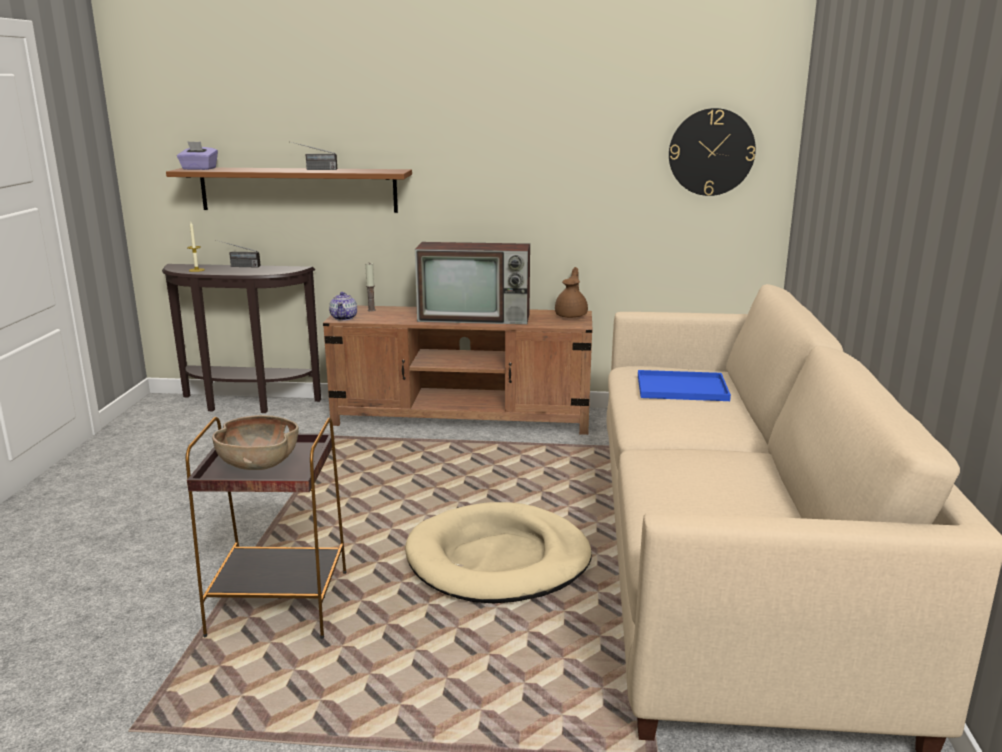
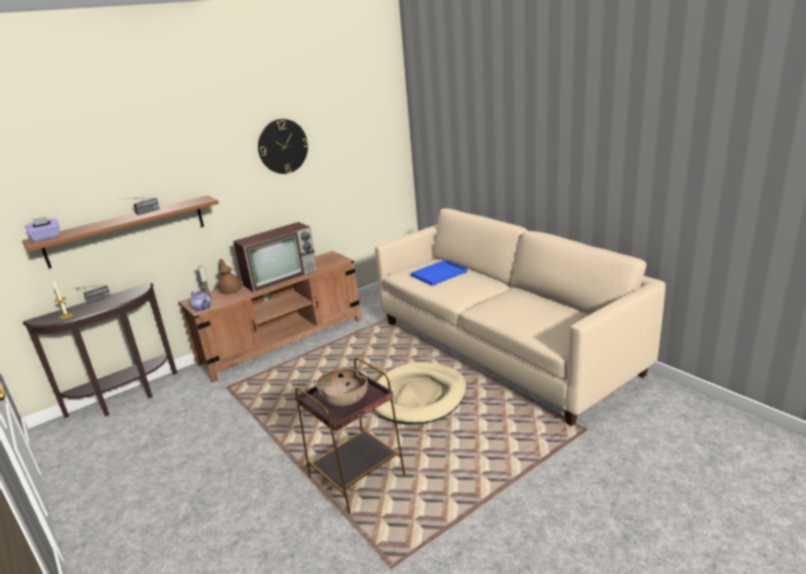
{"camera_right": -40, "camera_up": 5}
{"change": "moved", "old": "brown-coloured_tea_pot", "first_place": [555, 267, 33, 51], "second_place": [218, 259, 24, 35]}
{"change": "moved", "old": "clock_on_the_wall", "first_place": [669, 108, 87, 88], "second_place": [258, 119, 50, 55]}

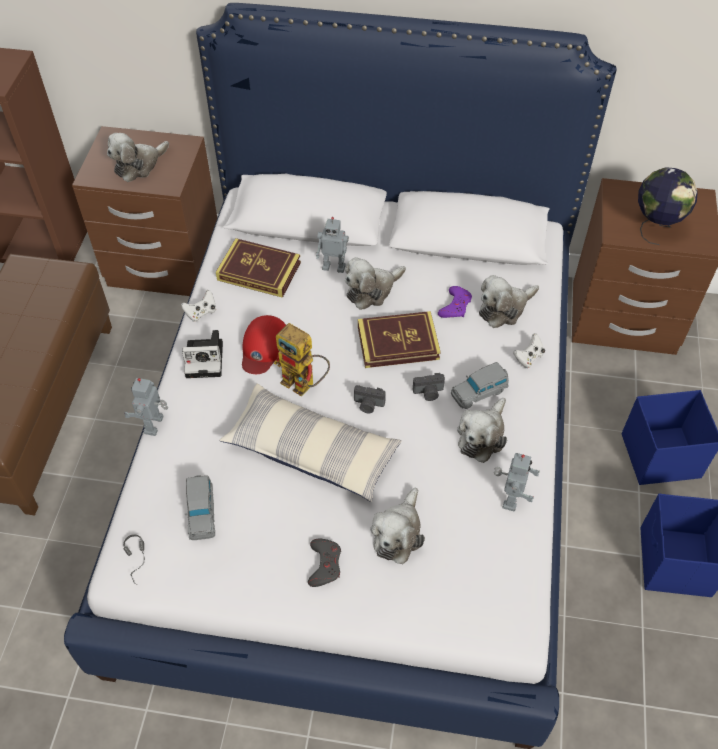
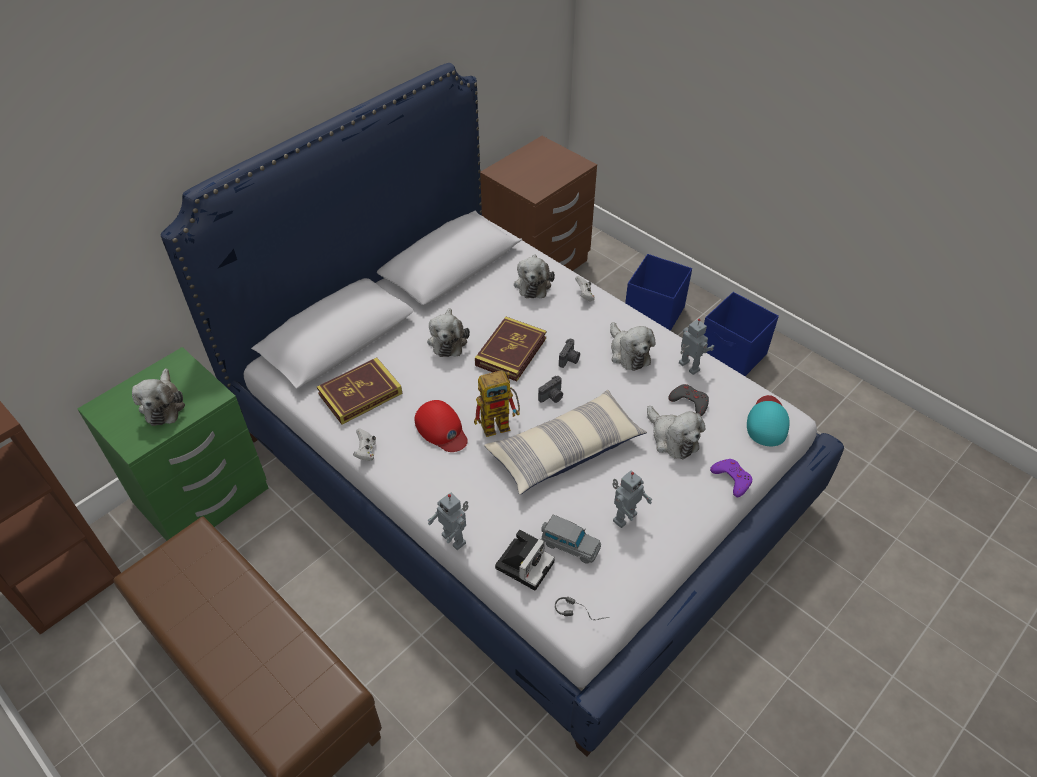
{"camera_right": -55, "camera_up": -5}
{"change": "recoloured", "old": "brown-coloured_nightstand", "new": "green-coloured_nightstand", "first_place": [72, 126, 145, 170], "second_place": [77, 347, 191, 194]}
{"change": "moved", "old": "still_camera", "first_place": [182, 330, 41, 48], "second_place": [495, 530, 60, 61]}
{"change": "moved", "old": "model_robot", "first_place": [316, 217, 33, 56], "second_place": [612, 471, 41, 57]}
{"change": "moved", "old": "greyish_gamepad", "first_place": [308, 539, 33, 48], "second_place": [668, 384, 41, 32]}
{"change": "moved", "old": "purple_gamepad", "first_place": [438, 286, 34, 32], "second_place": [710, 459, 42, 38]}
{"change": "added", "new": "turquoise_cap", "second_place": [747, 395, 43, 51]}
{"change": "removed", "old": "greyish_miniature_car", "first_place": [451, 362, 58, 47]}
{"change": "removed", "old": "globe", "first_place": [638, 168, 60, 77]}

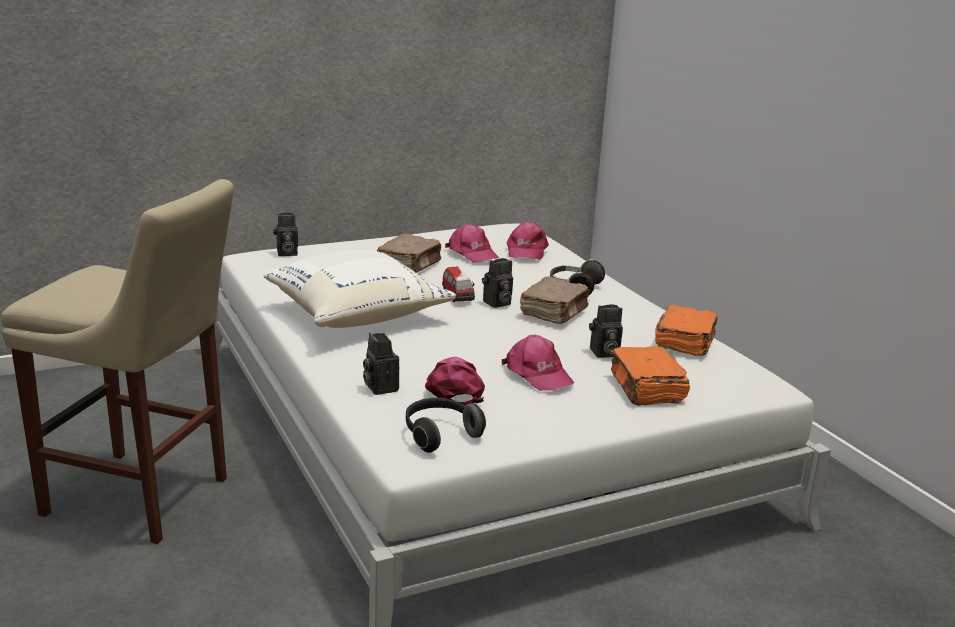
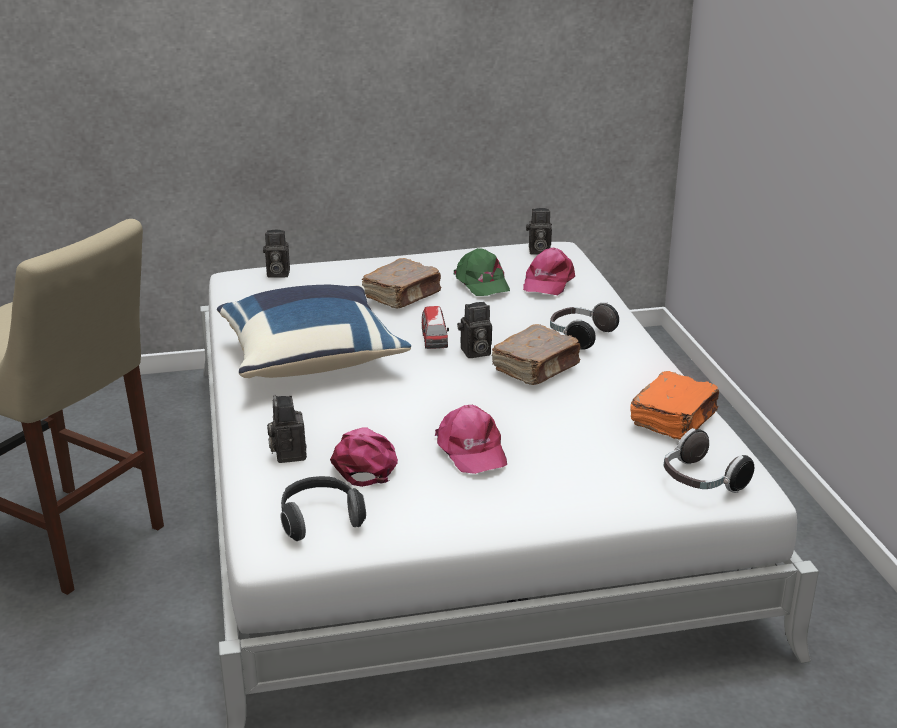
{"camera_right": 15, "camera_up": 5}
{"change": "recoloured", "old": "whitish_cushion", "new": "bluish_cushion", "first_place": [263, 250, 193, 78], "second_place": [217, 285, 194, 93]}
{"change": "recoloured", "old": "pink-coloured_cap", "new": "green-coloured_cap", "first_place": [445, 224, 54, 39], "second_place": [453, 248, 57, 48]}
{"change": "moved", "old": "still_camera", "first_place": [589, 305, 34, 53], "second_place": [526, 208, 26, 46]}
{"change": "added", "new": "pair_of_headphones", "second_place": [664, 428, 90, 65]}
{"change": "removed", "old": "orange-coloured_book", "first_place": [610, 346, 80, 60]}

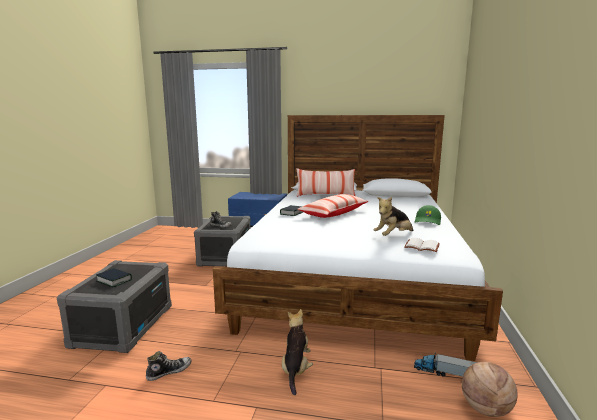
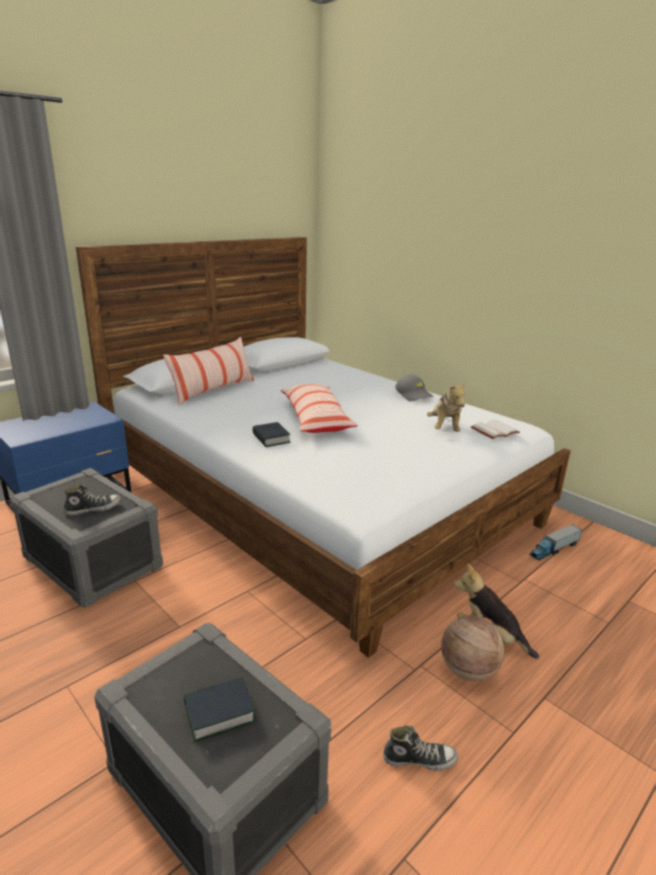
{"camera_right": -55, "camera_up": 10}
{"change": "turned", "old": "low_shoe", "first_place": [146, 351, 45, 30], "second_place": [383, 725, 75, 46], "degrees": 90}
{"change": "recoloured", "old": "green-coloured_cap", "new": "greyish_cap", "first_place": [415, 205, 26, 20], "second_place": [395, 375, 38, 26]}
{"change": "moved", "old": "basketball_ball", "first_place": [462, 362, 56, 55], "second_place": [441, 616, 63, 65]}

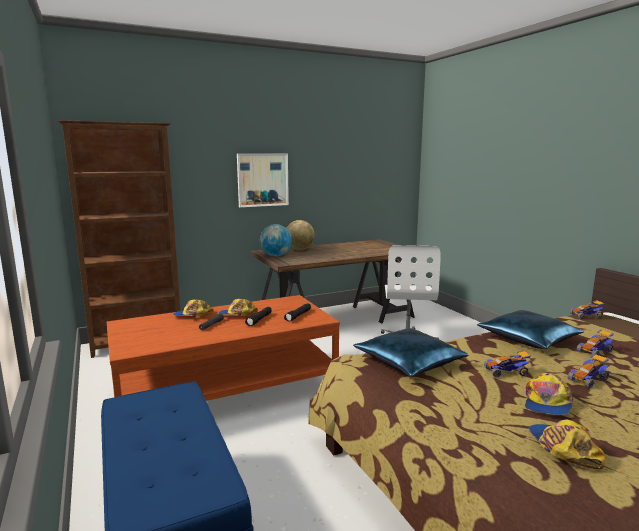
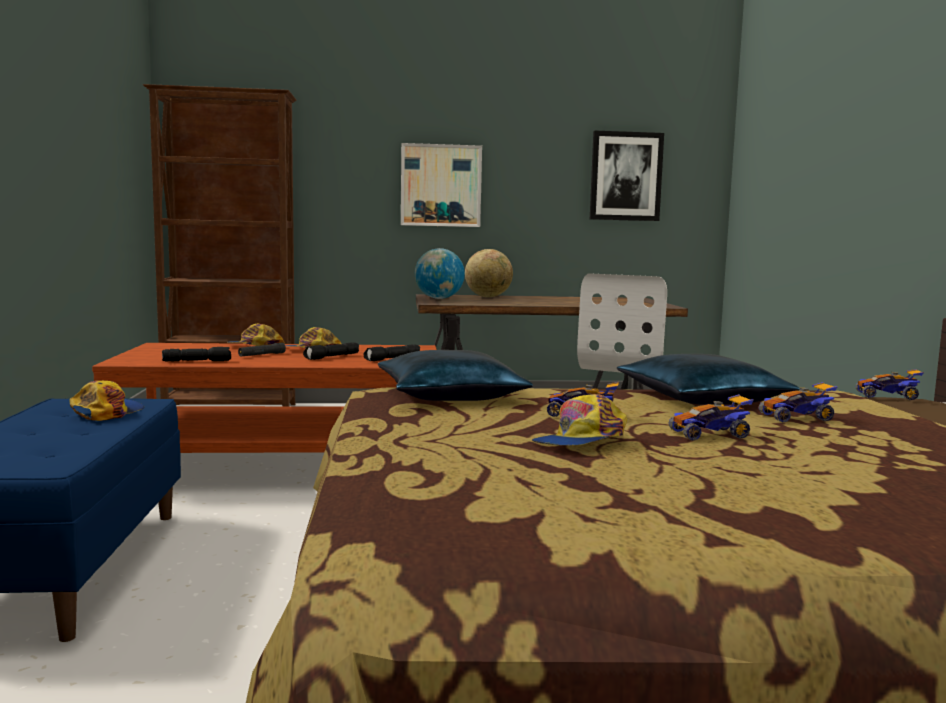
{"camera_right": 20, "camera_up": -5}
{"change": "moved", "old": "cap", "first_place": [529, 419, 76, 50], "second_place": [69, 381, 75, 40]}
{"change": "added", "new": "black-coloured_hand_torch", "second_place": [162, 347, 69, 15]}
{"change": "added", "new": "wall_picture", "second_place": [590, 131, 74, 90]}

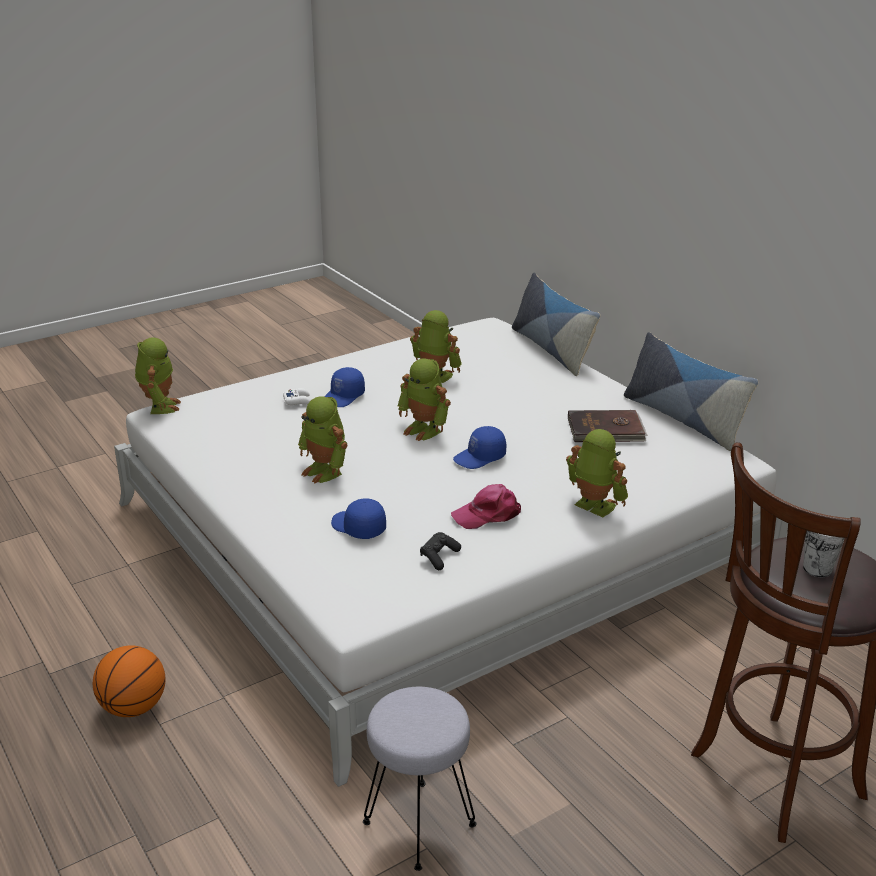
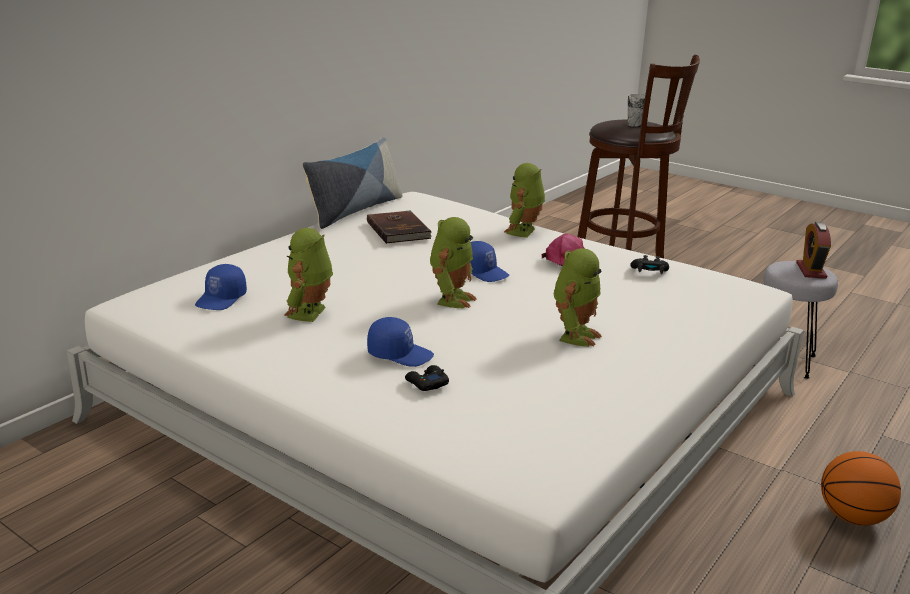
{"camera_right": -110, "camera_up": -5}
{"change": "moved", "old": "bluish_cap", "first_place": [331, 498, 55, 41], "second_place": [195, 264, 52, 46]}
{"change": "recoloured", "old": "whitish_gamepad", "new": "black-coloured_gamepad", "first_place": [283, 388, 28, 17], "second_place": [405, 365, 44, 26]}
{"change": "added", "new": "alarm_clock", "second_place": [796, 222, 35, 57]}
{"change": "removed", "old": "model_robot", "first_place": [135, 337, 46, 77]}
{"change": "removed", "old": "cushion", "first_place": [512, 273, 88, 103]}

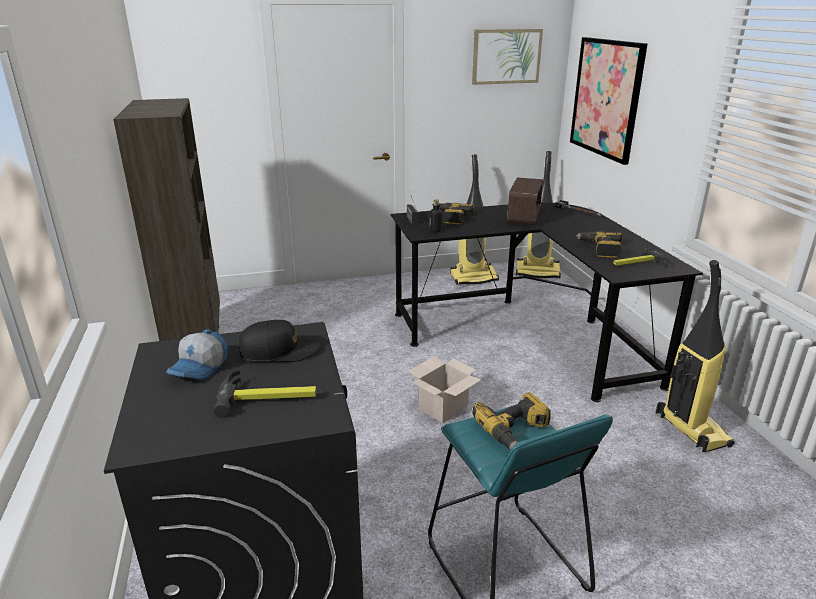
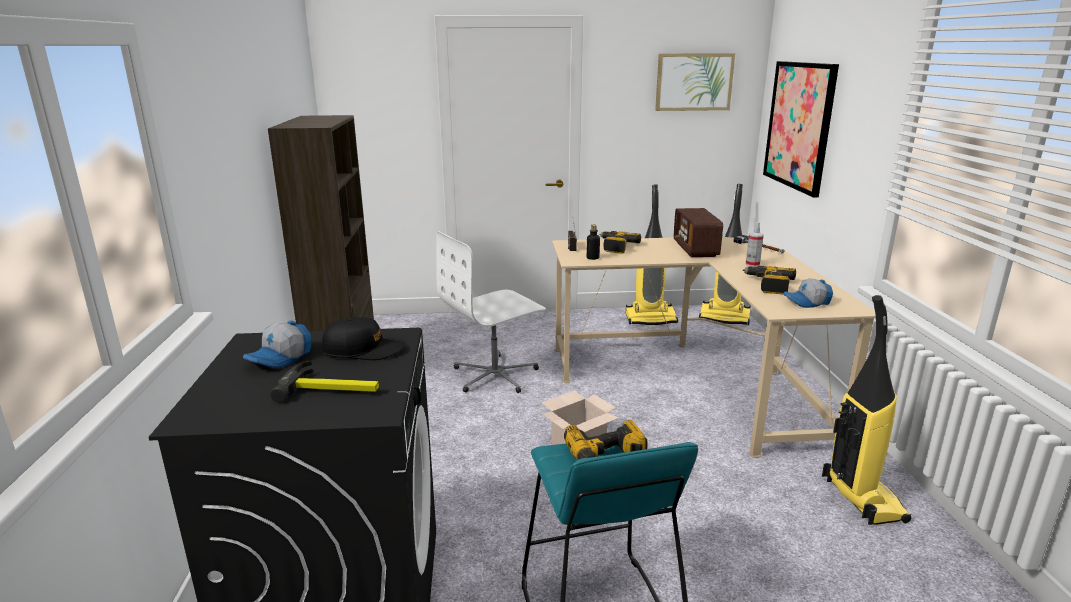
{"camera_right": 10, "camera_up": -5}
{"change": "added", "new": "whitish_office_chair", "second_place": [436, 231, 110, 162]}
{"change": "recoloured", "old": "black-coloured_desk_table", "new": "sand-coloured_desk_table", "first_place": [391, 202, 312, 200], "second_place": [552, 237, 324, 221]}
{"change": "turned", "old": "radio_receiver", "first_place": [507, 177, 36, 48], "second_place": [674, 208, 49, 49], "degrees": 150}
{"change": "added", "new": "spray_bottle", "second_place": [746, 222, 18, 45]}
{"change": "replaced", "old": "tool_hammer", "new": "cap", "first_place": [613, 248, 55, 19], "second_place": [783, 278, 50, 30]}

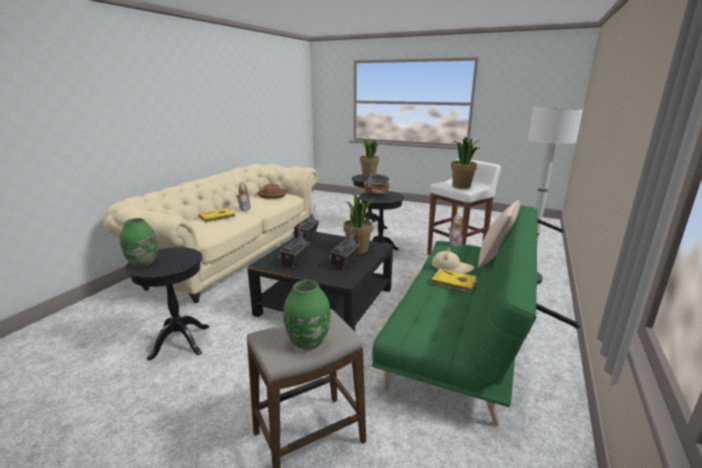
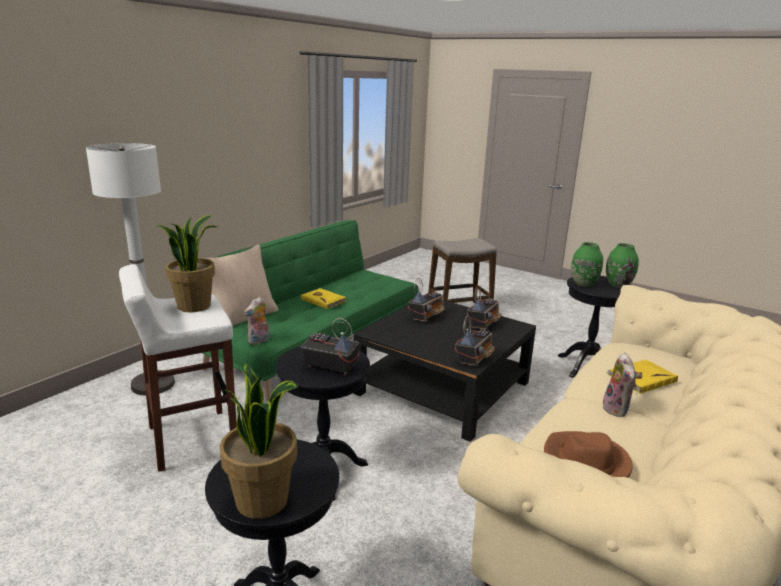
{"camera_right": -170, "camera_up": 0}
{"change": "moved", "old": "green-coloured_flower_vase", "first_place": [284, 280, 47, 70], "second_place": [571, 242, 32, 45]}
{"change": "removed", "old": "houseplant", "first_place": [343, 194, 31, 60]}
{"change": "removed", "old": "sand-coloured_wearable_hat", "first_place": [432, 247, 42, 26]}

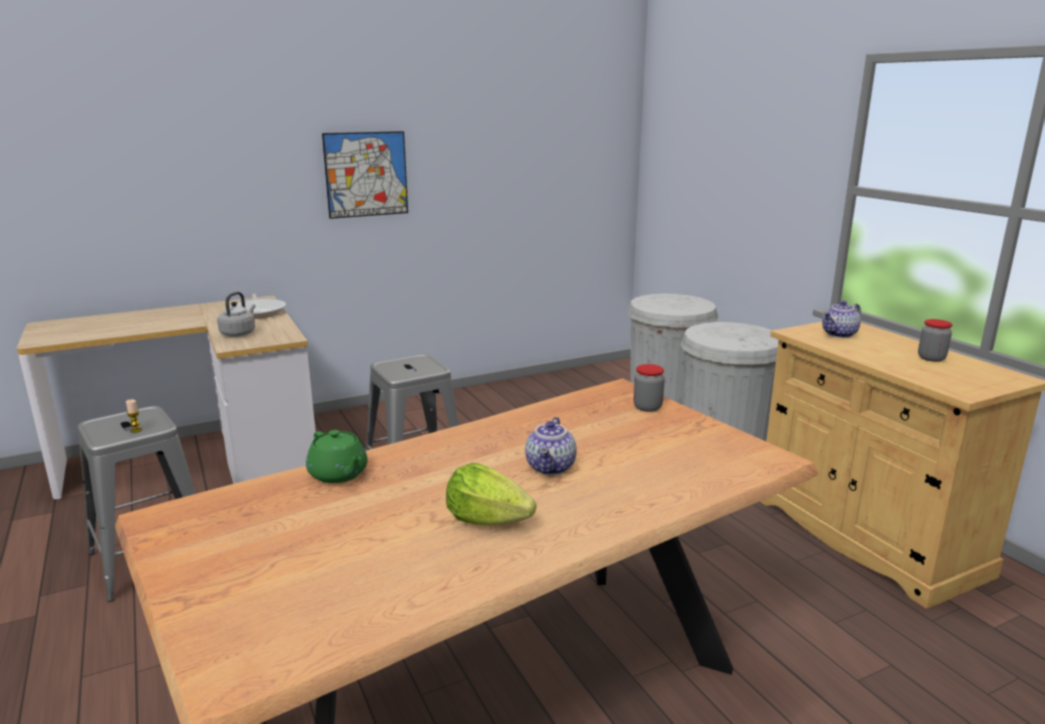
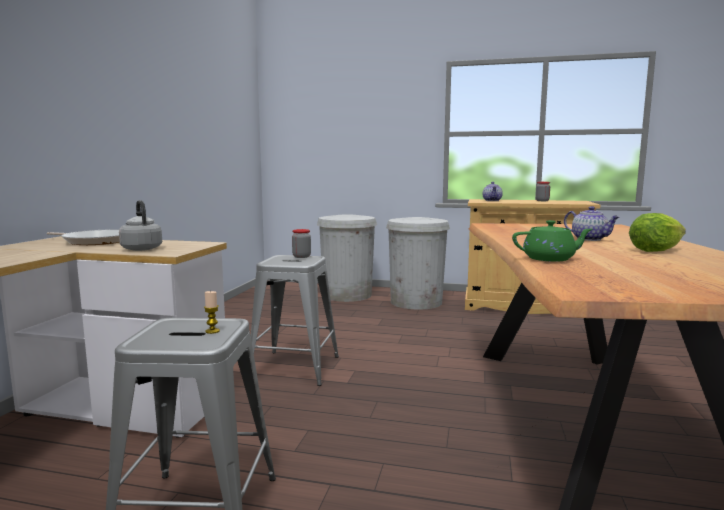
{"camera_right": -50, "camera_up": -10}
{"change": "moved", "old": "storage_jar", "first_place": [633, 364, 32, 48], "second_place": [292, 229, 19, 29]}
{"change": "removed", "old": "wall_picture", "first_place": [322, 131, 86, 88]}

